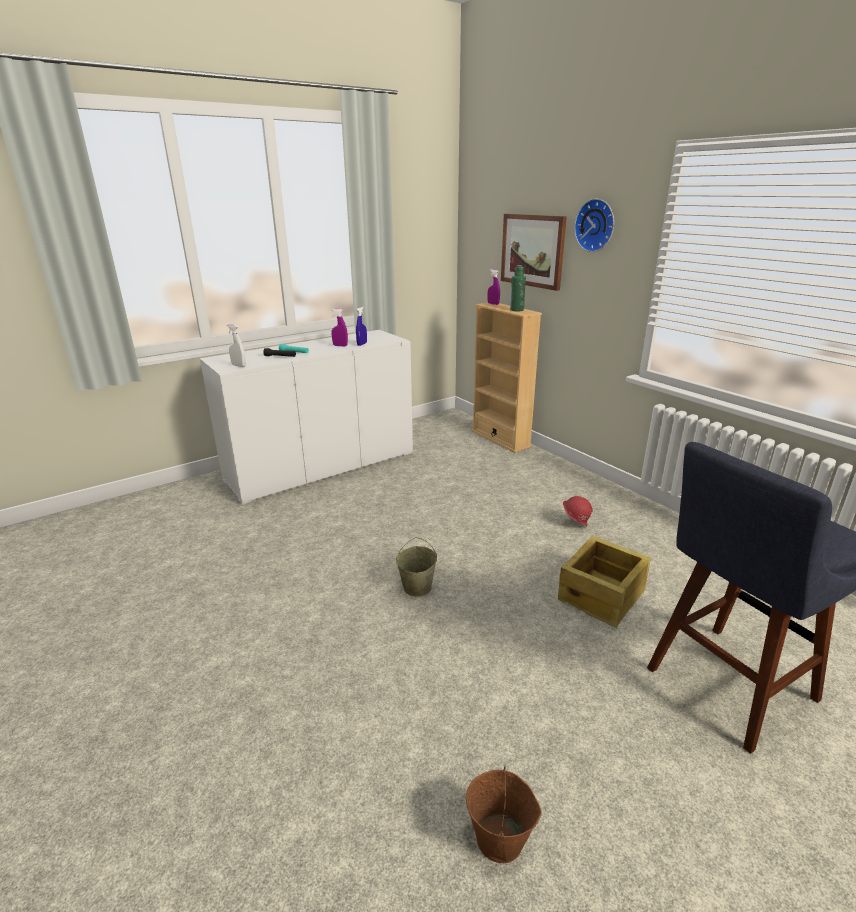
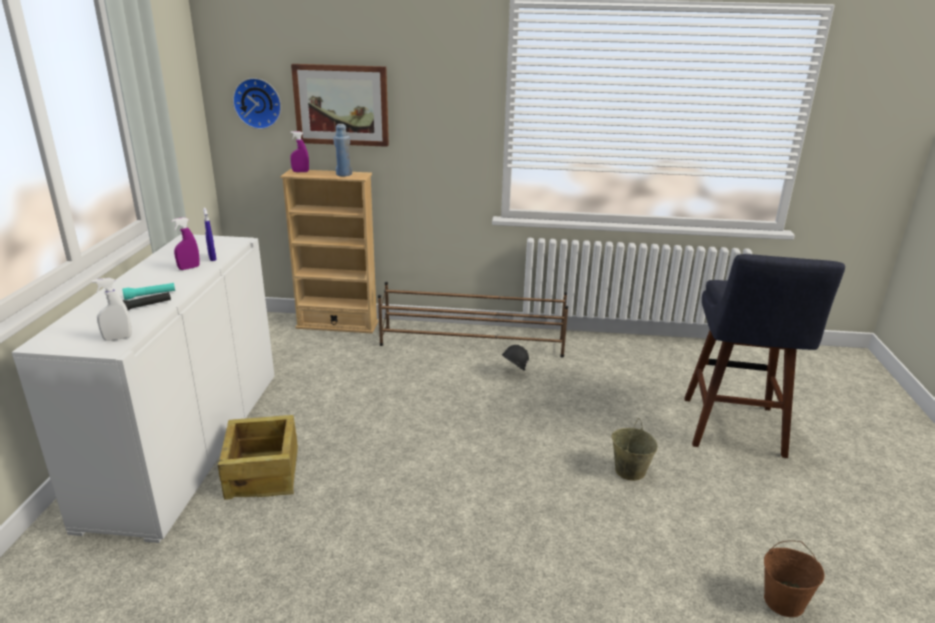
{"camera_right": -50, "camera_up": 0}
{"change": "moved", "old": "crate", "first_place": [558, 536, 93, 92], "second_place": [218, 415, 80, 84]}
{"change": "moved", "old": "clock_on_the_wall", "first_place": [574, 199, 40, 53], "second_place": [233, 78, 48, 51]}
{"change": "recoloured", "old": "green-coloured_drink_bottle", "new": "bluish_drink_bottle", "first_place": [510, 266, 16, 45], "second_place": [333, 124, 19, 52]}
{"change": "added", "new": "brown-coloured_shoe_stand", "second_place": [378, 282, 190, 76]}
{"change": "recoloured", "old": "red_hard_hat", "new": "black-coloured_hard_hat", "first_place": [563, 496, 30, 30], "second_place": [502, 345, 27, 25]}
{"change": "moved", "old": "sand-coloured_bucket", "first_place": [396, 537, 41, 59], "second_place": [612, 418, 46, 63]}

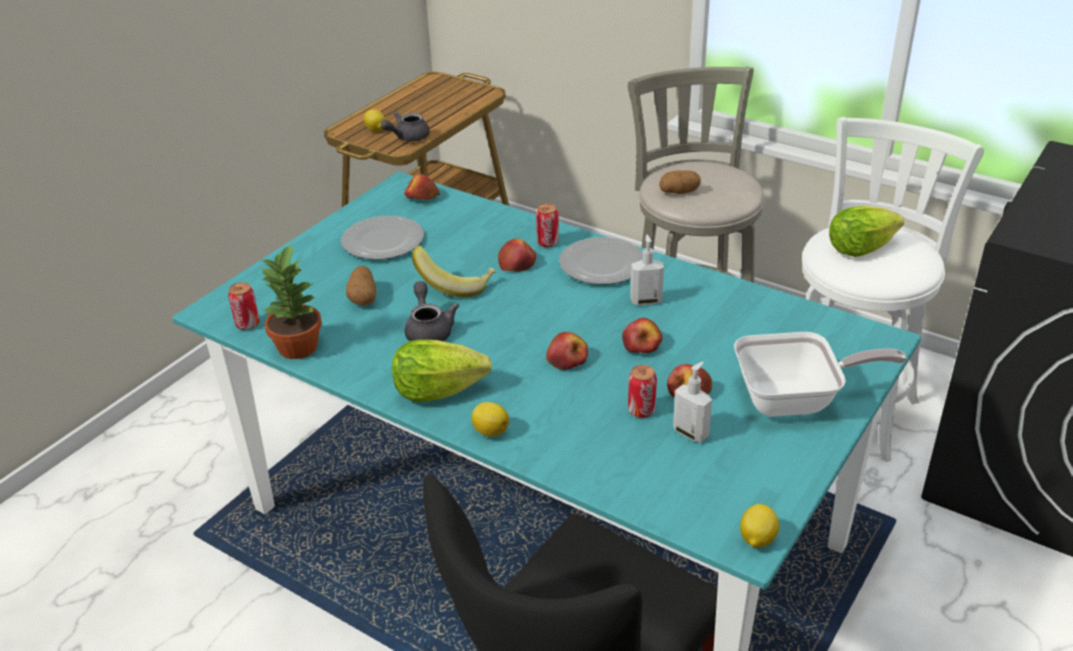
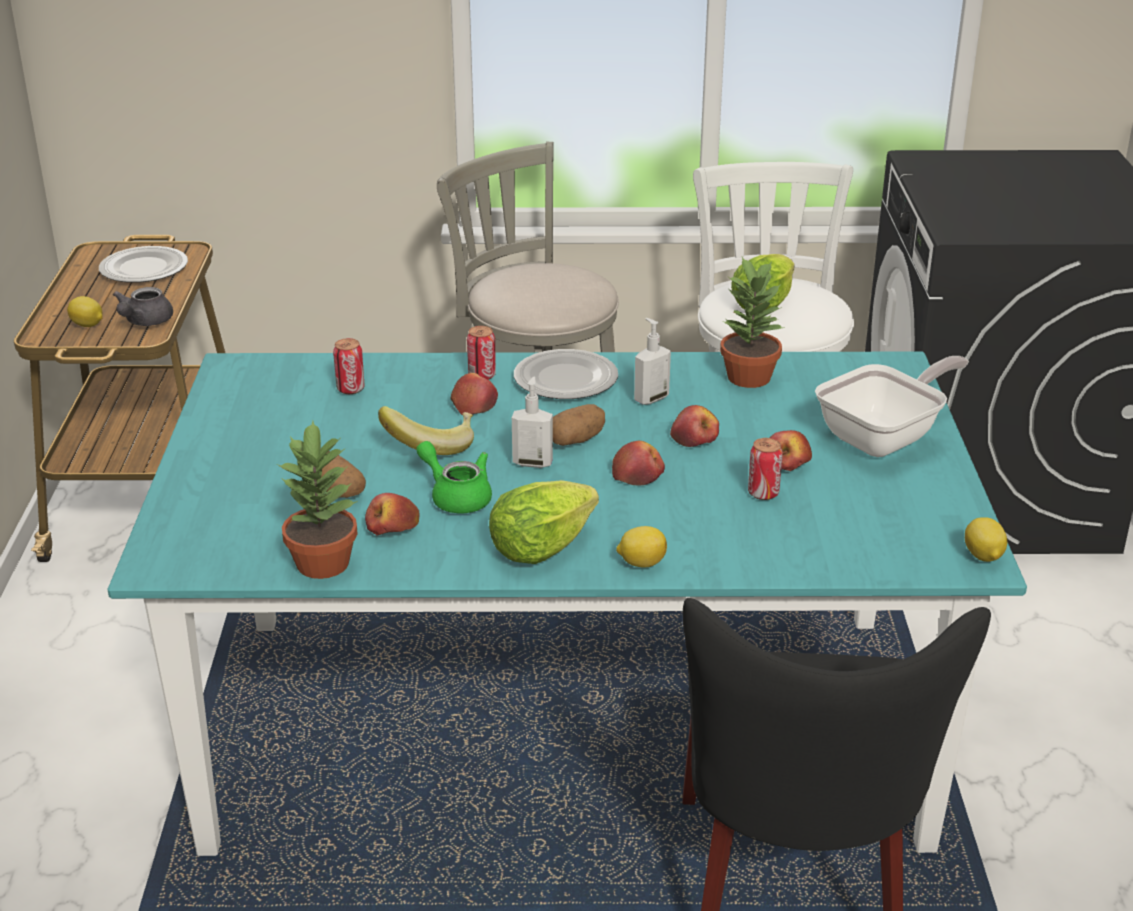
{"camera_right": -35, "camera_up": -5}
{"change": "moved", "old": "dinner_plate", "first_place": [341, 216, 83, 44], "second_place": [99, 246, 89, 37]}
{"change": "moved", "old": "can", "first_place": [228, 282, 32, 48], "second_place": [333, 338, 32, 56]}
{"change": "moved", "old": "apple_fruit", "first_place": [404, 174, 36, 26], "second_place": [365, 493, 55, 42]}
{"change": "recoloured", "old": "greyish_tea_pot", "new": "green-coloured_tea_pot", "first_place": [404, 281, 55, 60], "second_place": [416, 441, 76, 73]}
{"change": "moved", "old": "liquid_soap_bottle", "first_place": [673, 362, 39, 81], "second_place": [512, 376, 41, 92]}
{"change": "moved", "old": "potato", "first_place": [659, 170, 42, 24], "second_place": [553, 404, 52, 42]}
{"change": "added", "new": "houseplant", "second_place": [720, 257, 65, 131]}

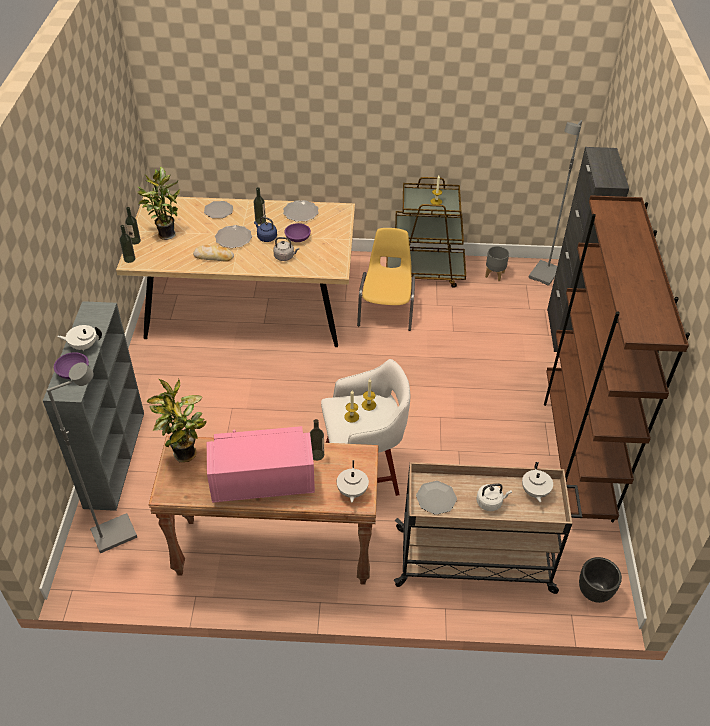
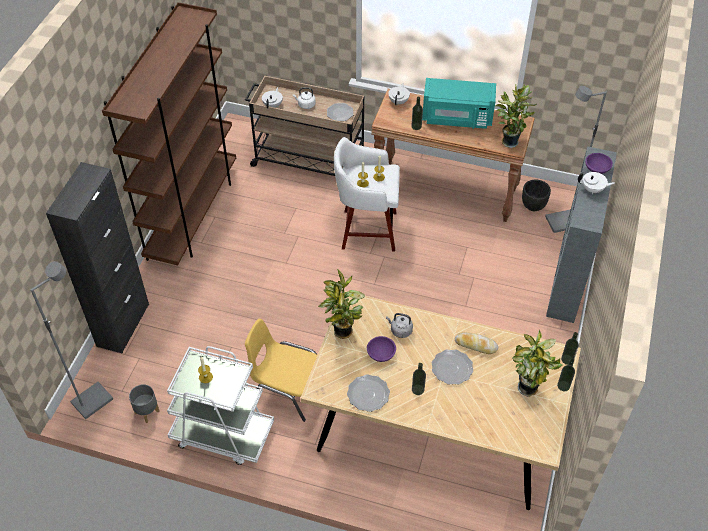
{"camera_right": -165, "camera_up": 5}
{"change": "recoloured", "old": "brown-coloured_wheeled_cart", "new": "whitish_wheeled_cart", "first_place": [386, 177, 80, 111], "second_place": [167, 346, 107, 119]}
{"change": "turned", "old": "yellow_upright_chair", "first_place": [357, 228, 58, 103], "second_place": [245, 319, 72, 103], "degrees": 90}
{"change": "added", "new": "houseplant", "second_place": [318, 269, 47, 70]}
{"change": "recoloured", "old": "pink-coloured_microwave", "new": "turquoise_microwave", "first_place": [207, 426, 108, 77], "second_place": [422, 78, 74, 51]}
{"change": "moved", "old": "black-coloured_flower_pot", "first_place": [579, 557, 43, 46], "second_place": [522, 180, 29, 31]}
{"change": "removed", "old": "dinner_plate", "first_place": [204, 201, 29, 17]}
{"change": "removed", "old": "bluish_water_kettle", "first_place": [254, 216, 23, 26]}

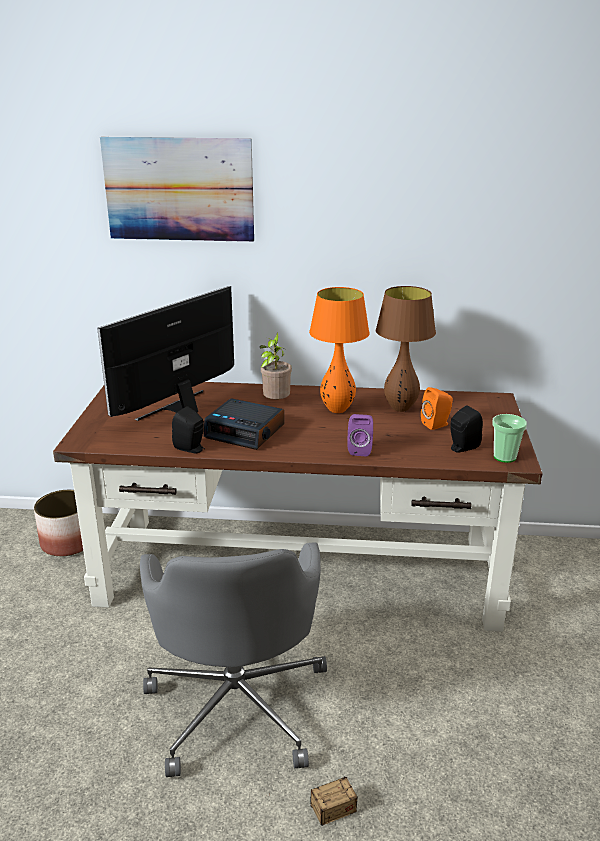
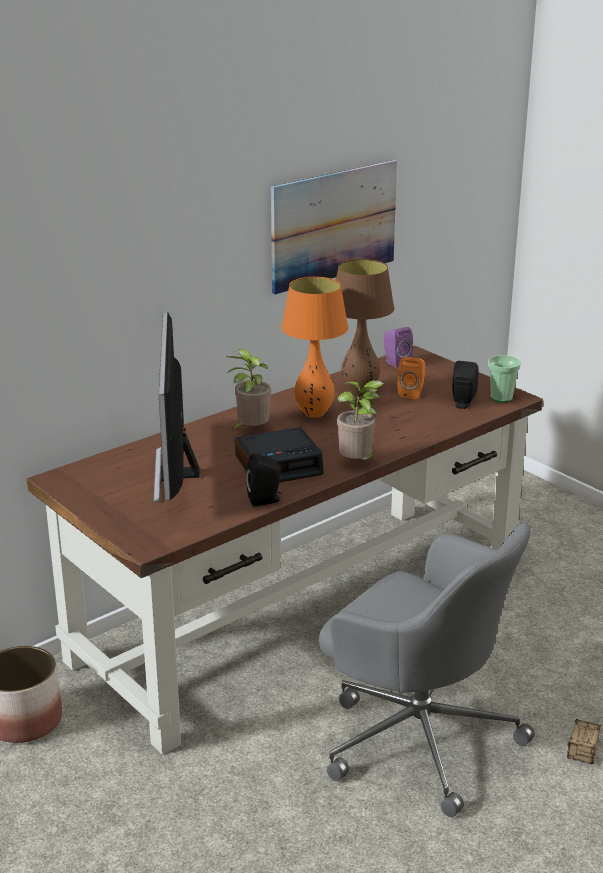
{"camera_right": -45, "camera_up": 0}
{"change": "moved", "old": "wall_picture", "first_place": [100, 137, 154, 105], "second_place": [271, 160, 126, 135]}
{"change": "added", "new": "houseplant", "second_place": [337, 380, 47, 80]}
{"change": "moved", "old": "purple_speaker", "first_place": [347, 414, 26, 43], "second_place": [384, 327, 29, 41]}

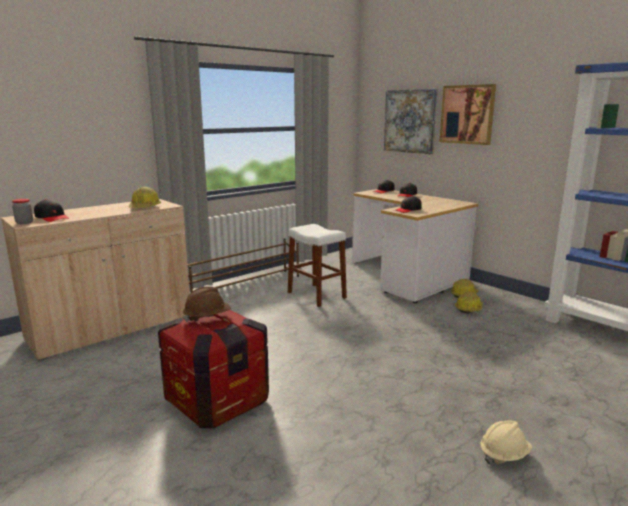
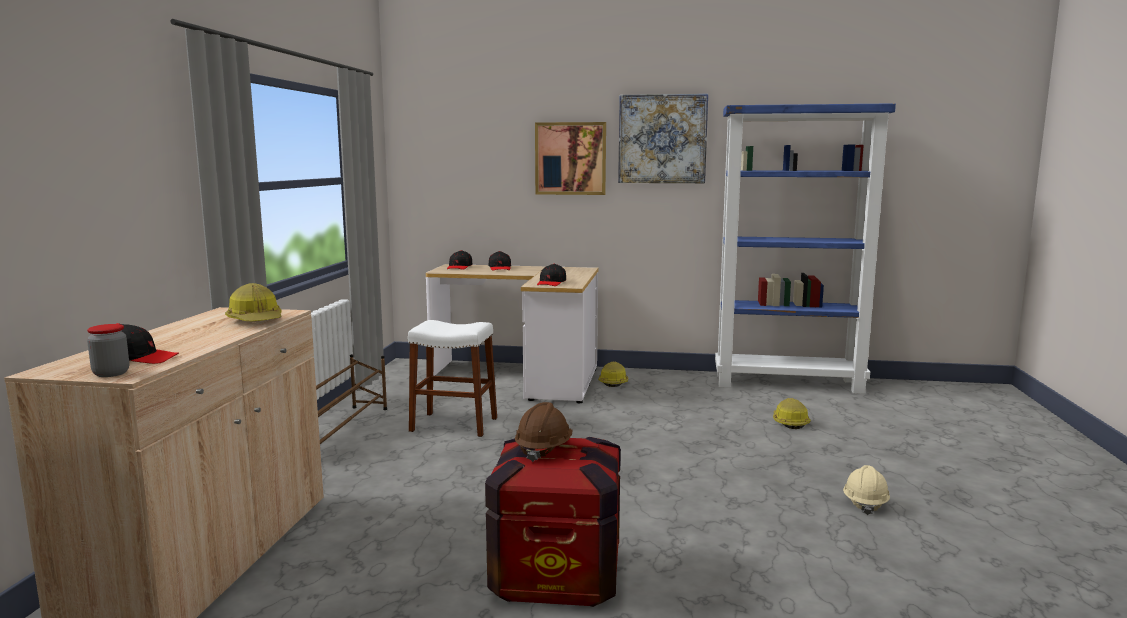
{"camera_right": -40, "camera_up": -5}
{"change": "moved", "old": "wall_picture", "first_place": [384, 89, 54, 65], "second_place": [618, 94, 90, 89]}
{"change": "moved", "old": "hard_hat", "first_place": [455, 291, 28, 23], "second_place": [773, 398, 38, 31]}

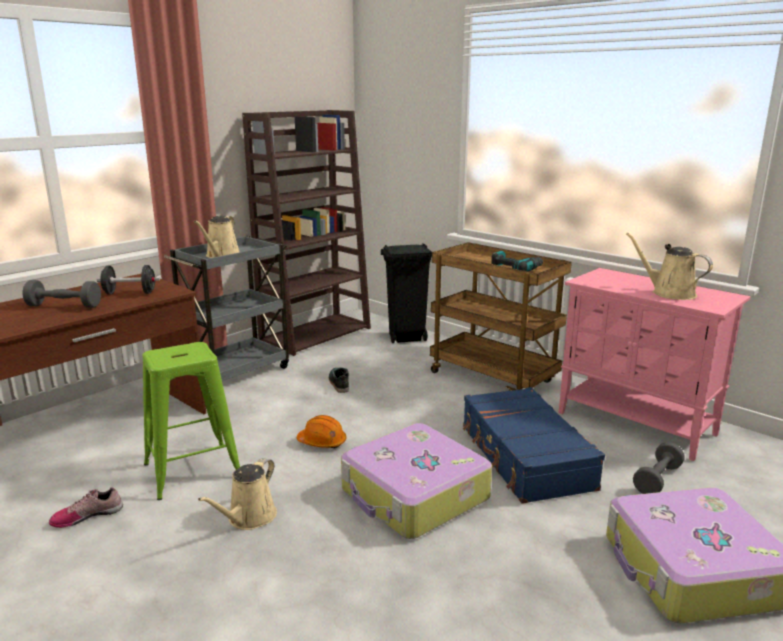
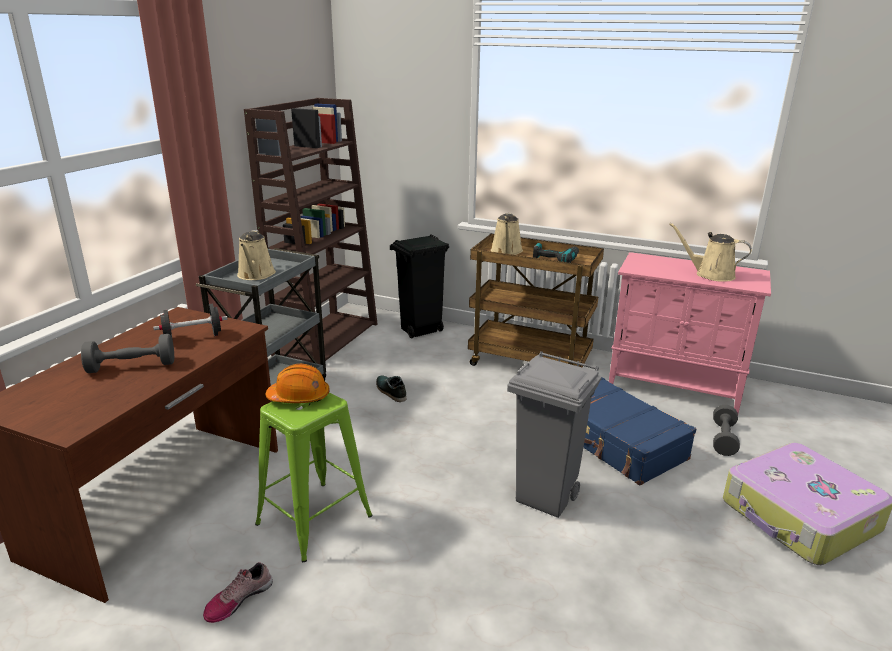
{"camera_right": -20, "camera_up": 5}
{"change": "moved", "old": "orange-coloured_hard_hat", "first_place": [297, 415, 50, 33], "second_place": [265, 364, 65, 39]}
{"change": "moved", "old": "sand-coloured_watering_can", "first_place": [198, 458, 79, 72], "second_place": [491, 213, 32, 42]}
{"change": "replaced", "old": "suitcase", "new": "greyish_rubbish_bin", "first_place": [341, 423, 151, 116], "second_place": [507, 351, 95, 167]}

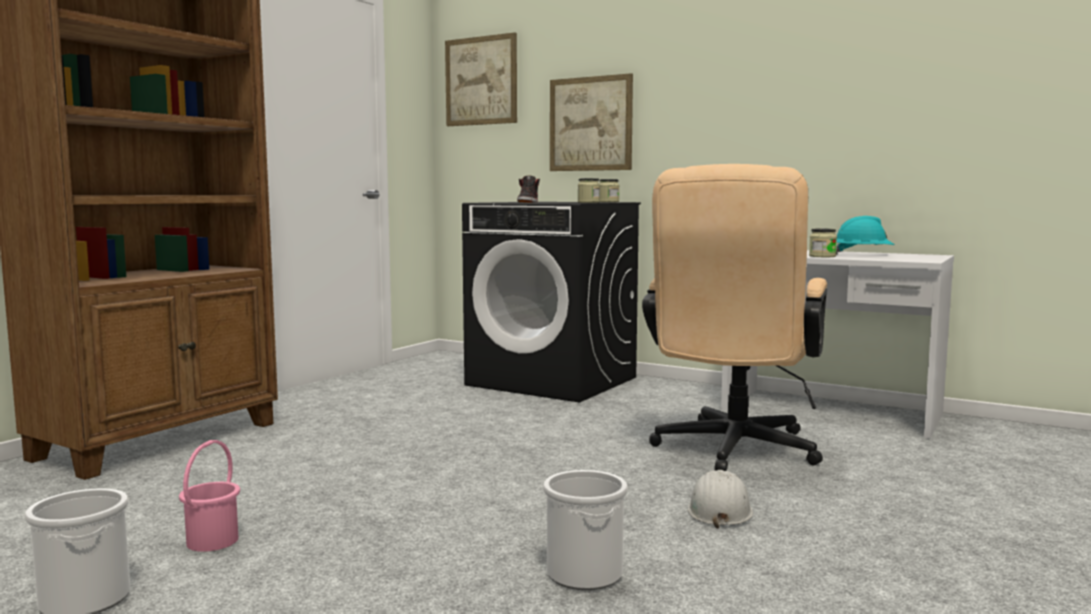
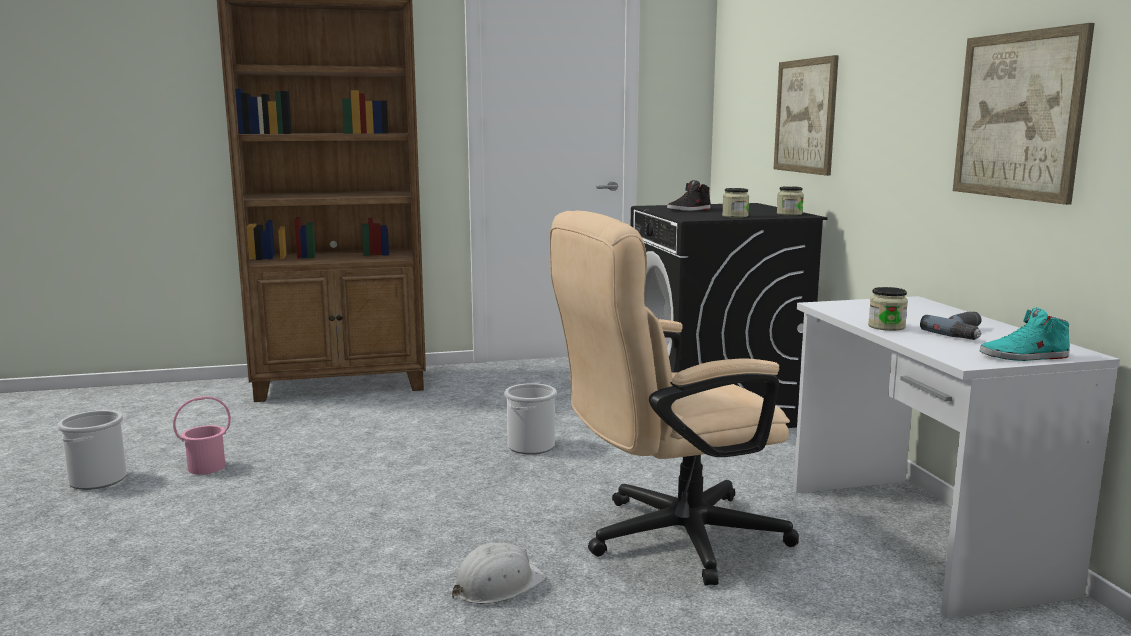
{"camera_right": 45, "camera_up": 5}
{"change": "moved", "old": "bucket", "first_place": [543, 470, 85, 120], "second_place": [504, 383, 53, 71]}
{"change": "replaced", "old": "turquoise_hard_hat", "new": "power_drill", "first_place": [836, 216, 59, 39], "second_place": [920, 312, 62, 28]}
{"change": "moved", "old": "wall_picture", "first_place": [445, 32, 72, 94], "second_place": [953, 23, 142, 182]}
{"change": "added", "new": "turquoise_low_shoe", "second_place": [980, 308, 90, 53]}

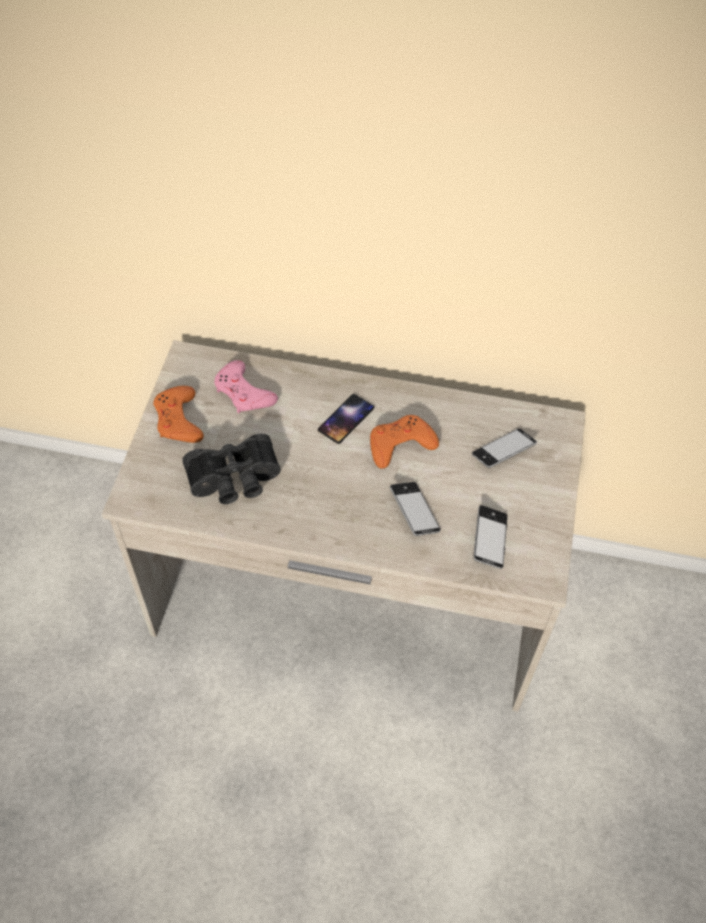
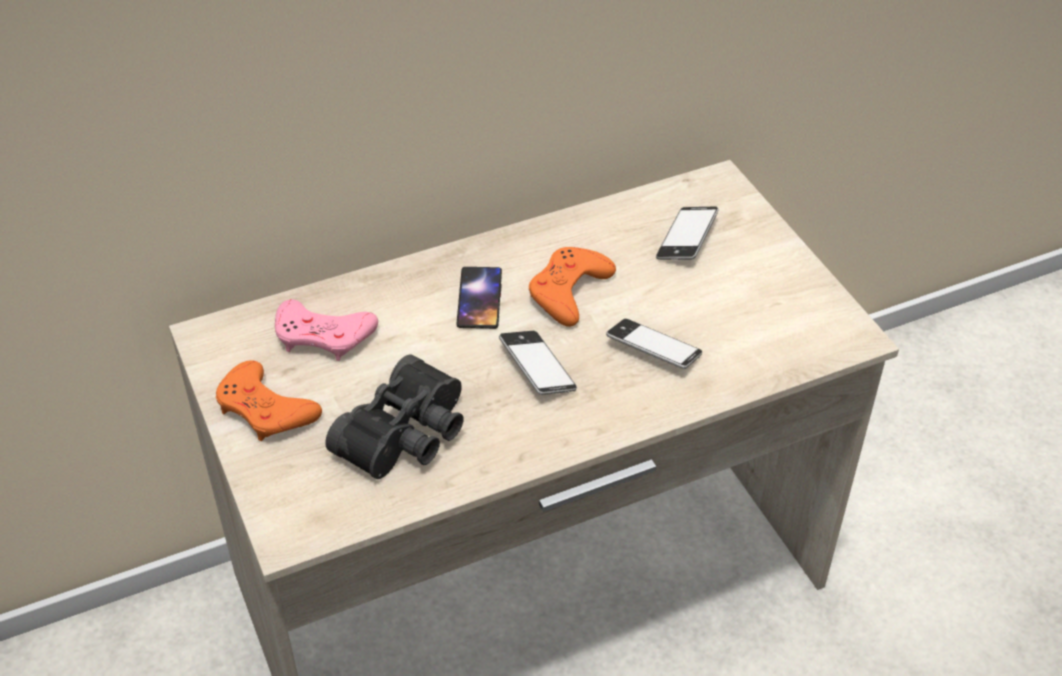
{"camera_right": -35, "camera_up": -10}
{"change": "moved", "old": "phone", "first_place": [473, 505, 35, 64], "second_place": [499, 331, 78, 64]}

